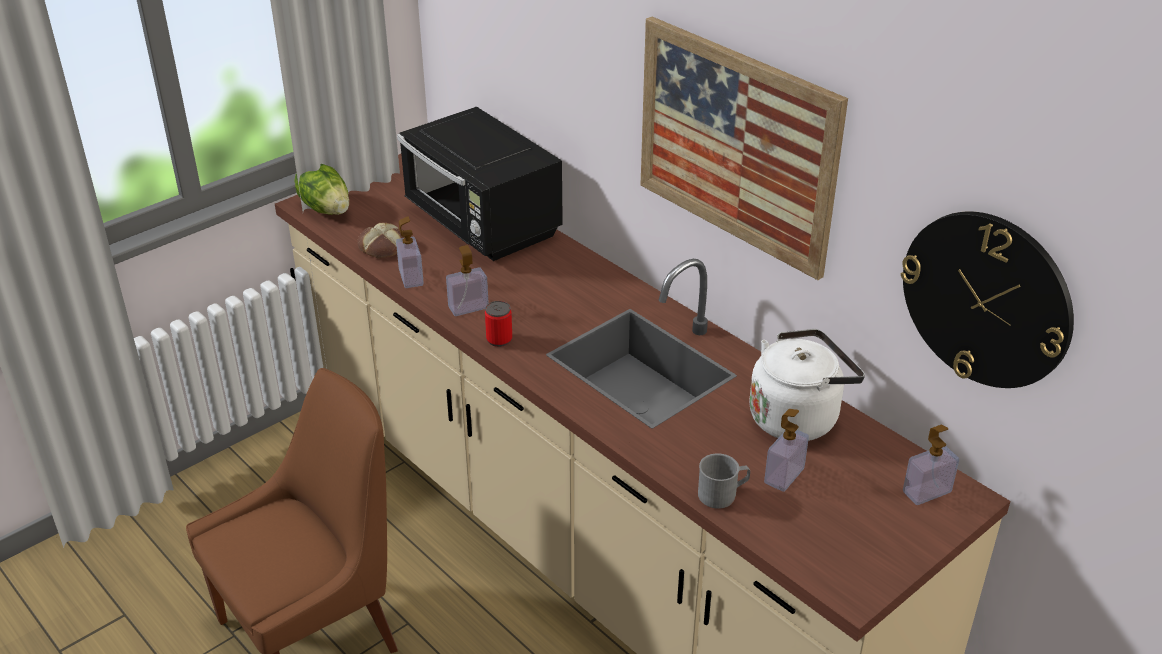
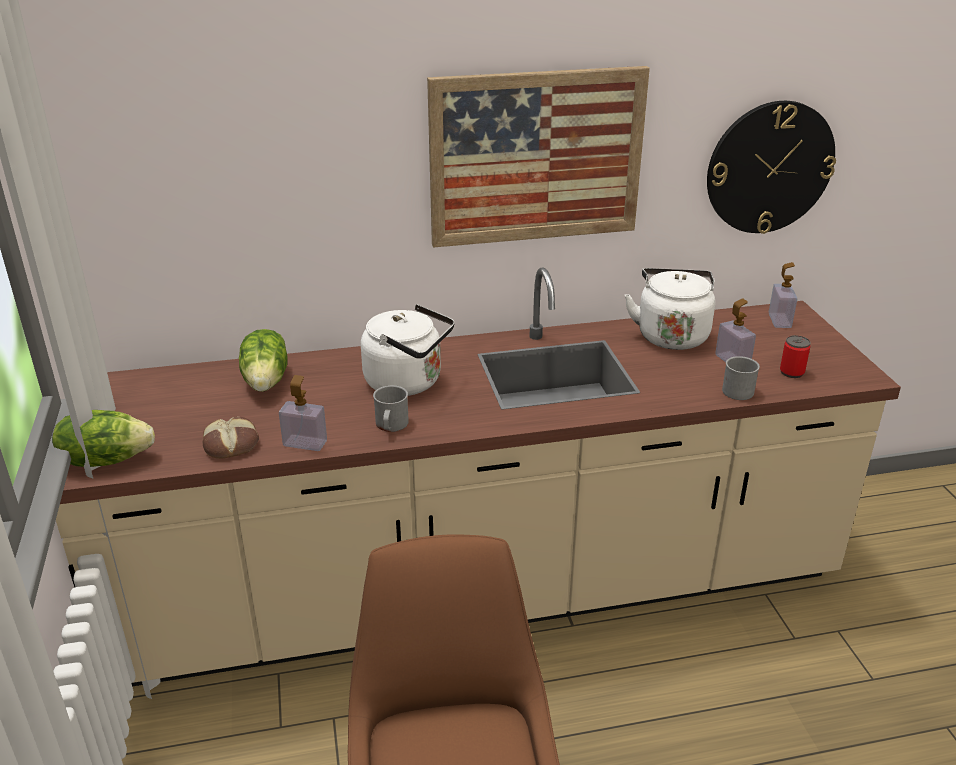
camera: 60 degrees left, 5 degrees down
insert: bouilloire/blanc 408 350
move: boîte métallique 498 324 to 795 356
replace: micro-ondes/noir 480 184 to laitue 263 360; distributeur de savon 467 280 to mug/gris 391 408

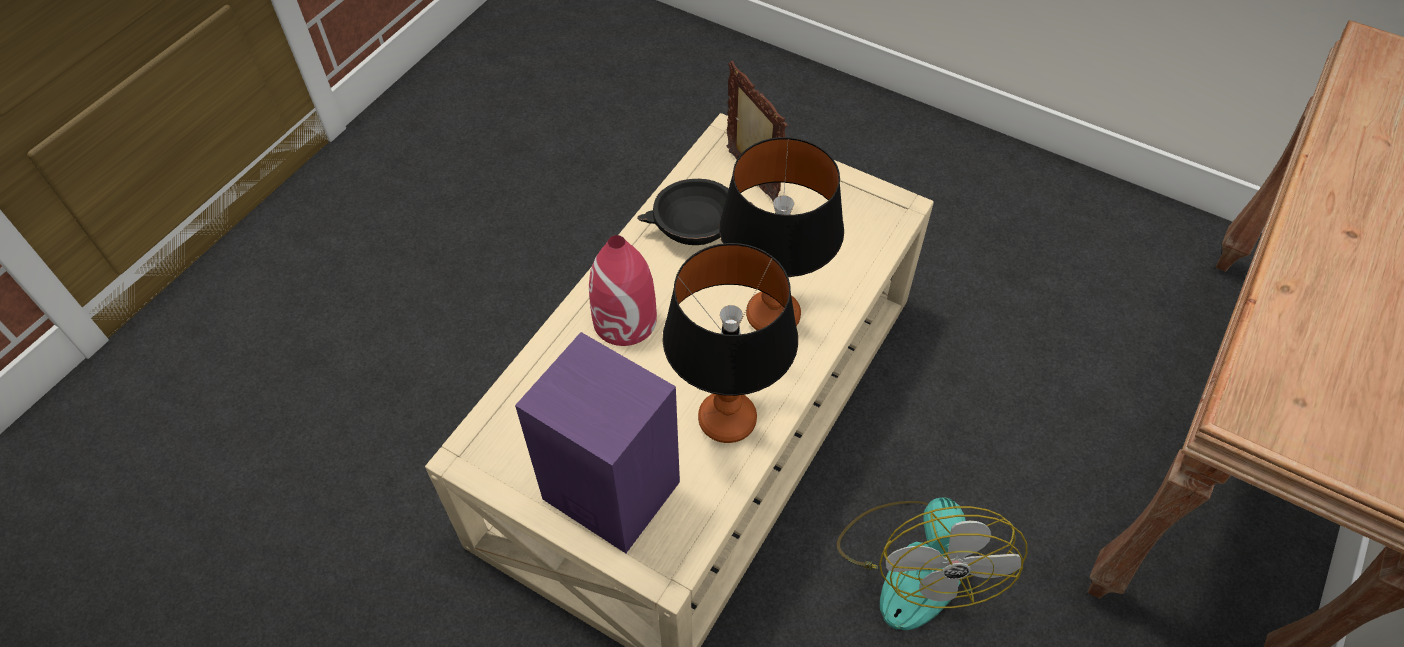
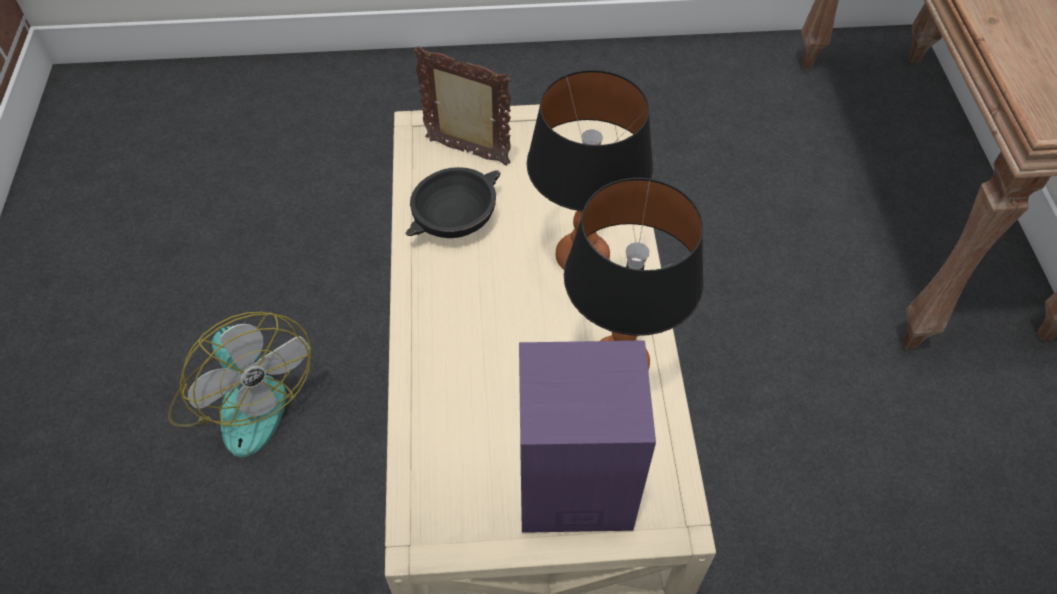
camera: 35 degrees left, 0 degrees up
delete: vase/rouge 623 290
move: ventilateur 932 563 to 239 385

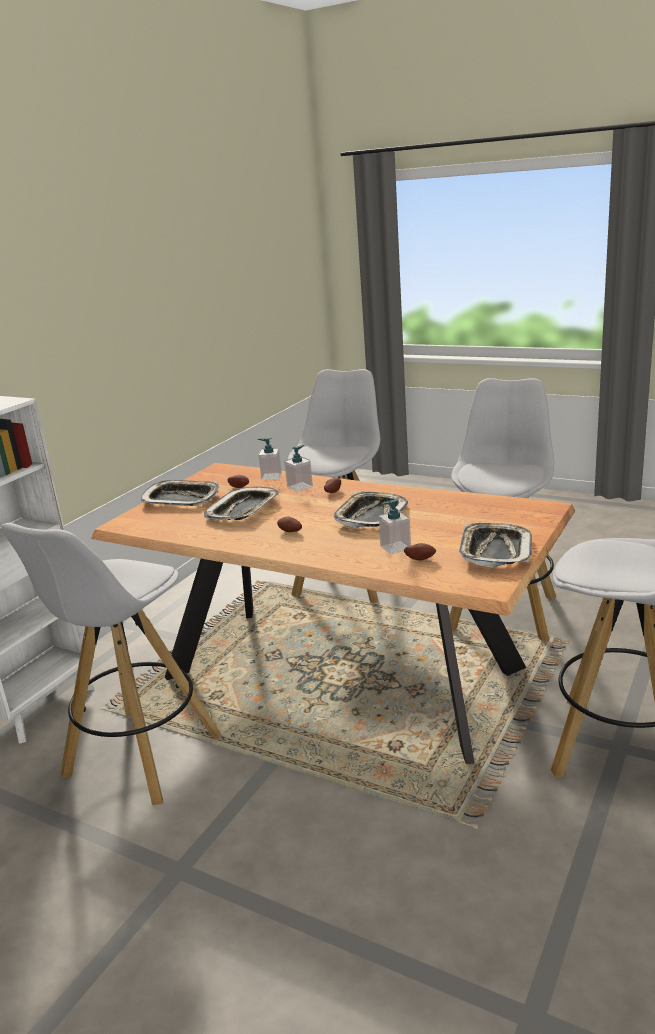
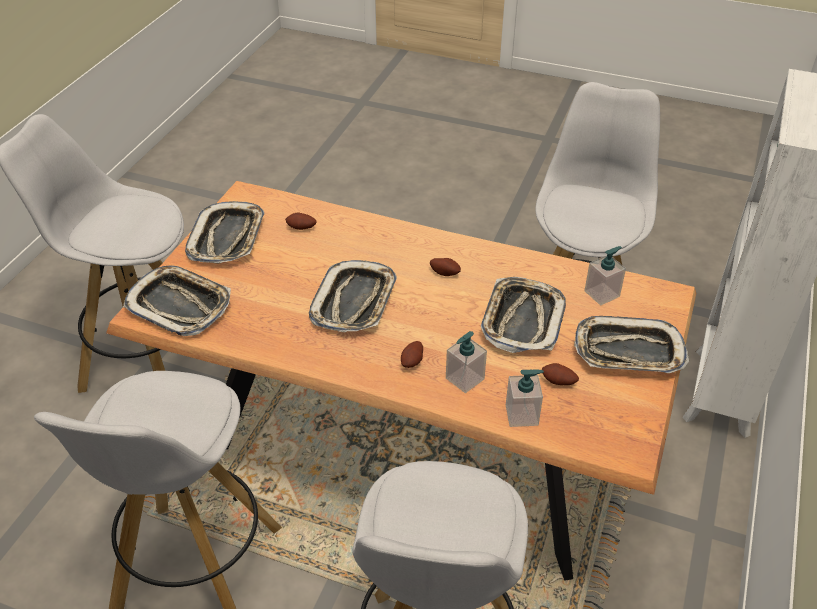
camera: 170 degrees right, 20 degrees up
insert: plateau 177 301
move: distributeur de savon 394 526 to 605 275

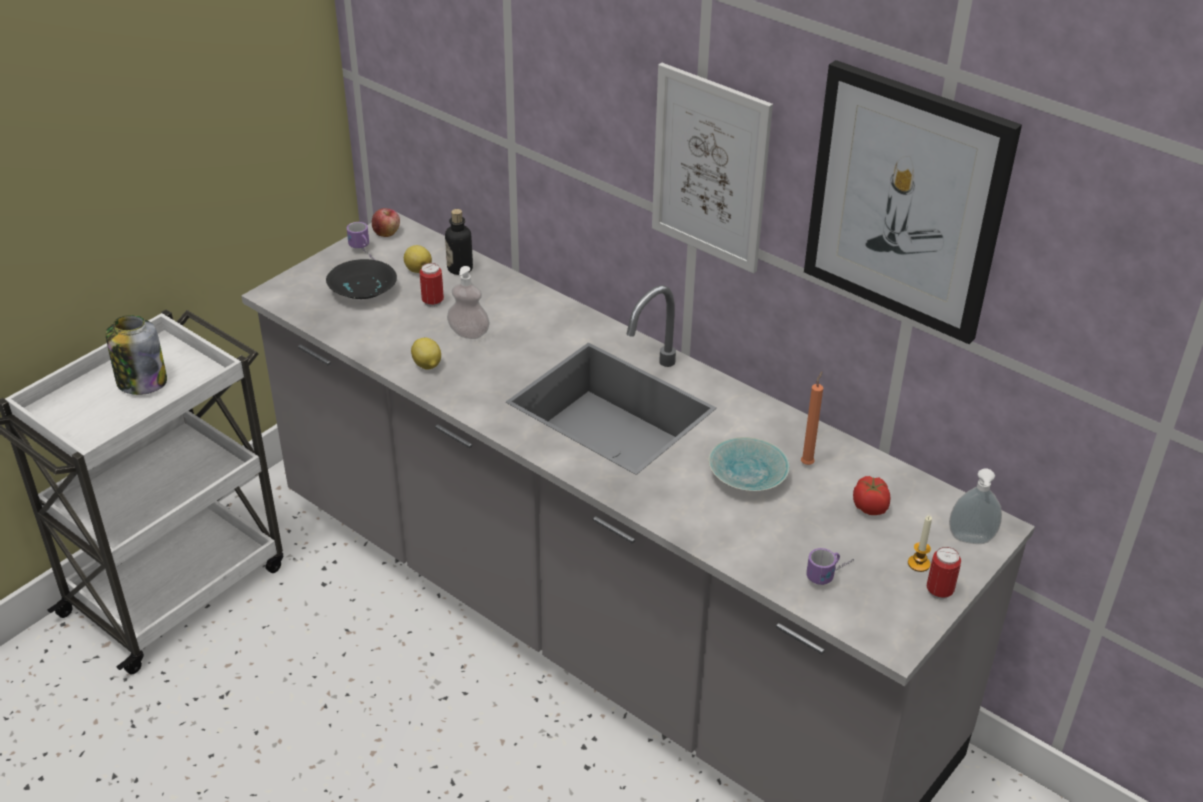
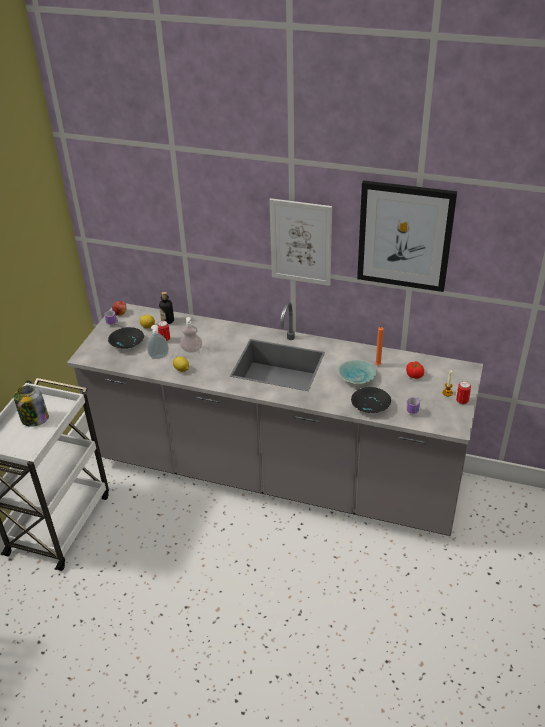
camera: 20 degrees left, 0 degrees up
insert: bol/noir 371 400
move: distributeur de savon 975 506 to 158 342

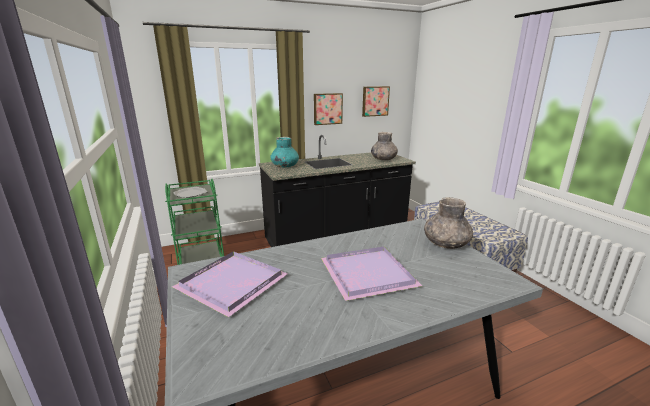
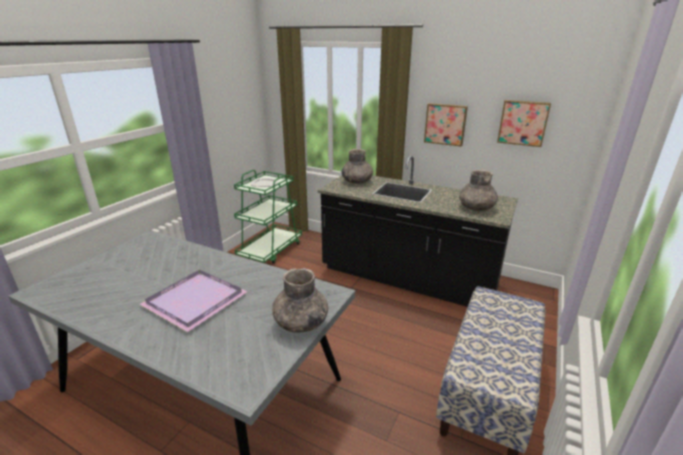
camera: 50 degrees right, 5 degrees up
delete: plateau/violet 230 284
recolor: vase/turquoise 284 152 to vase/gris 357 166

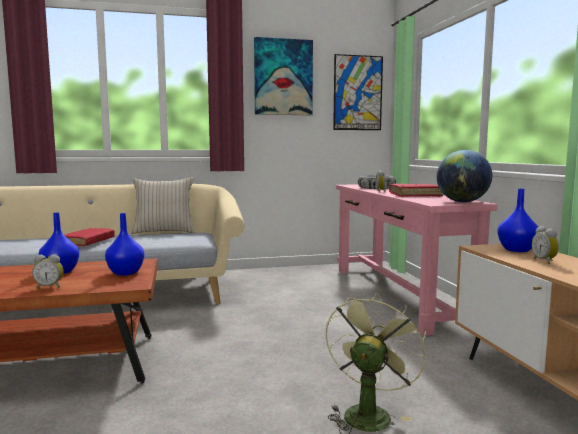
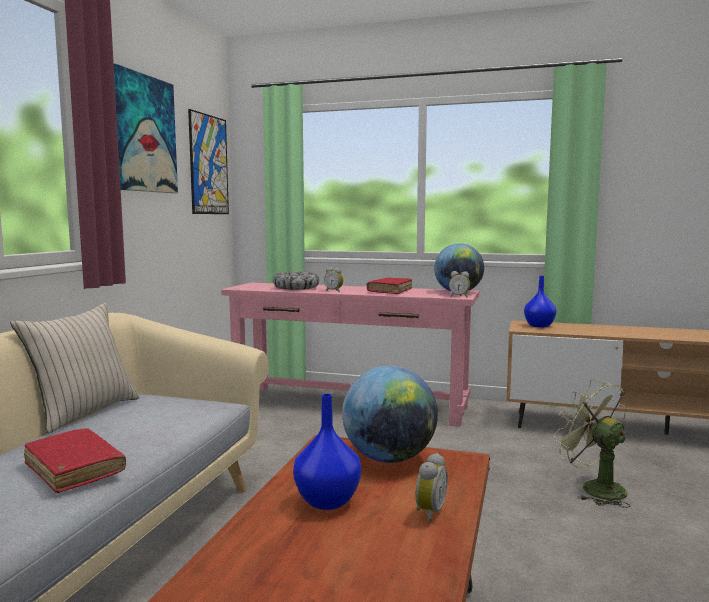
camera: 60 degrees left, 0 degrees up
move: réveil 545 245 to 459 284
replace: vase/bleu 124 244 to globe 390 414

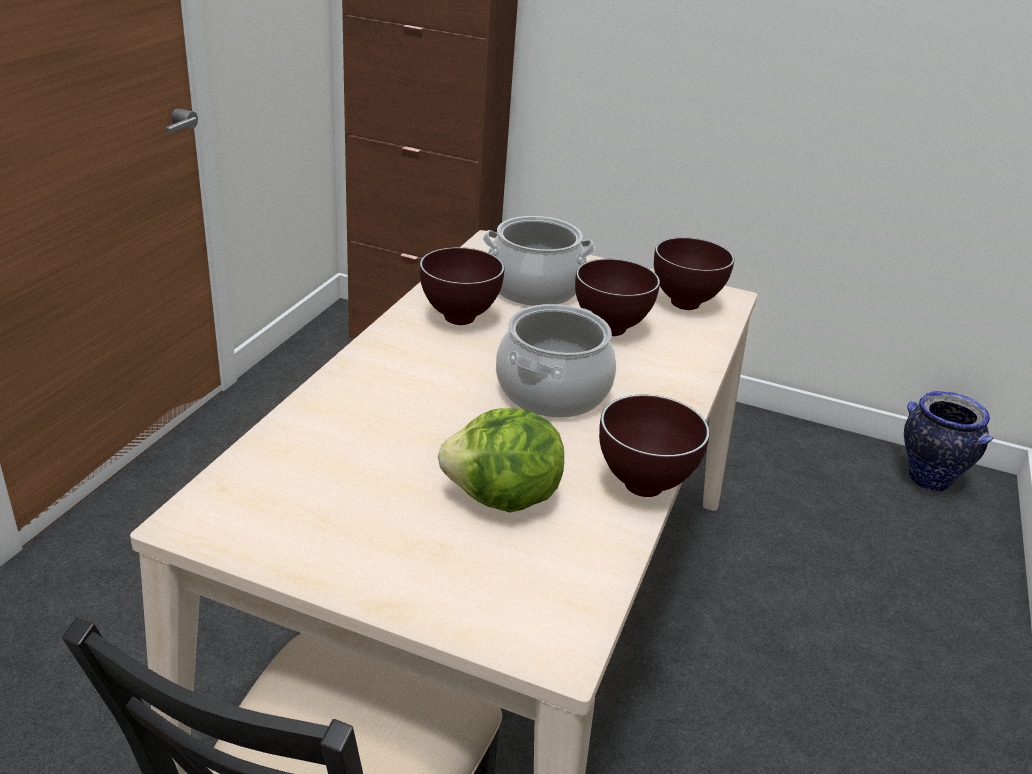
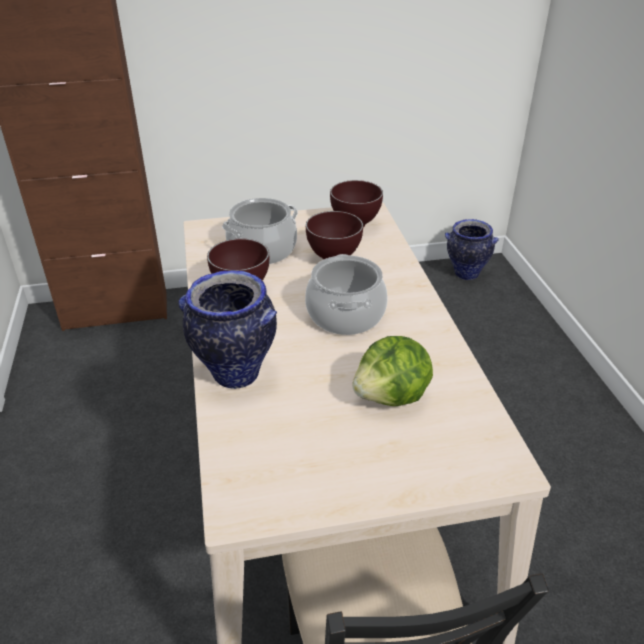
camera: 30 degrees left, 5 degrees up
delete: bol/marron 654 446
insert: vase 228 330

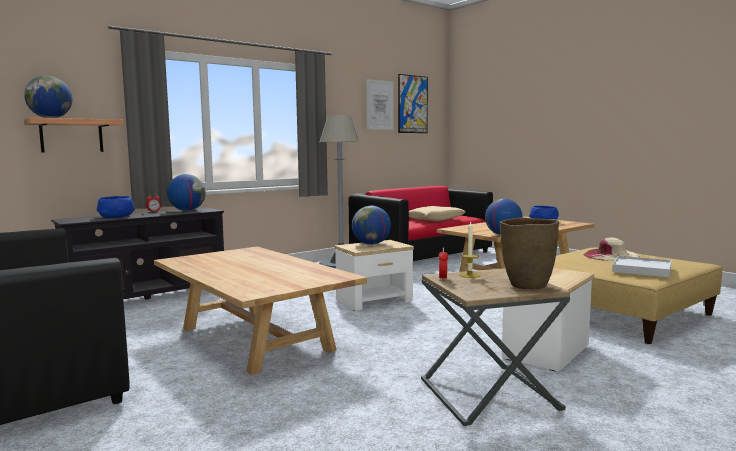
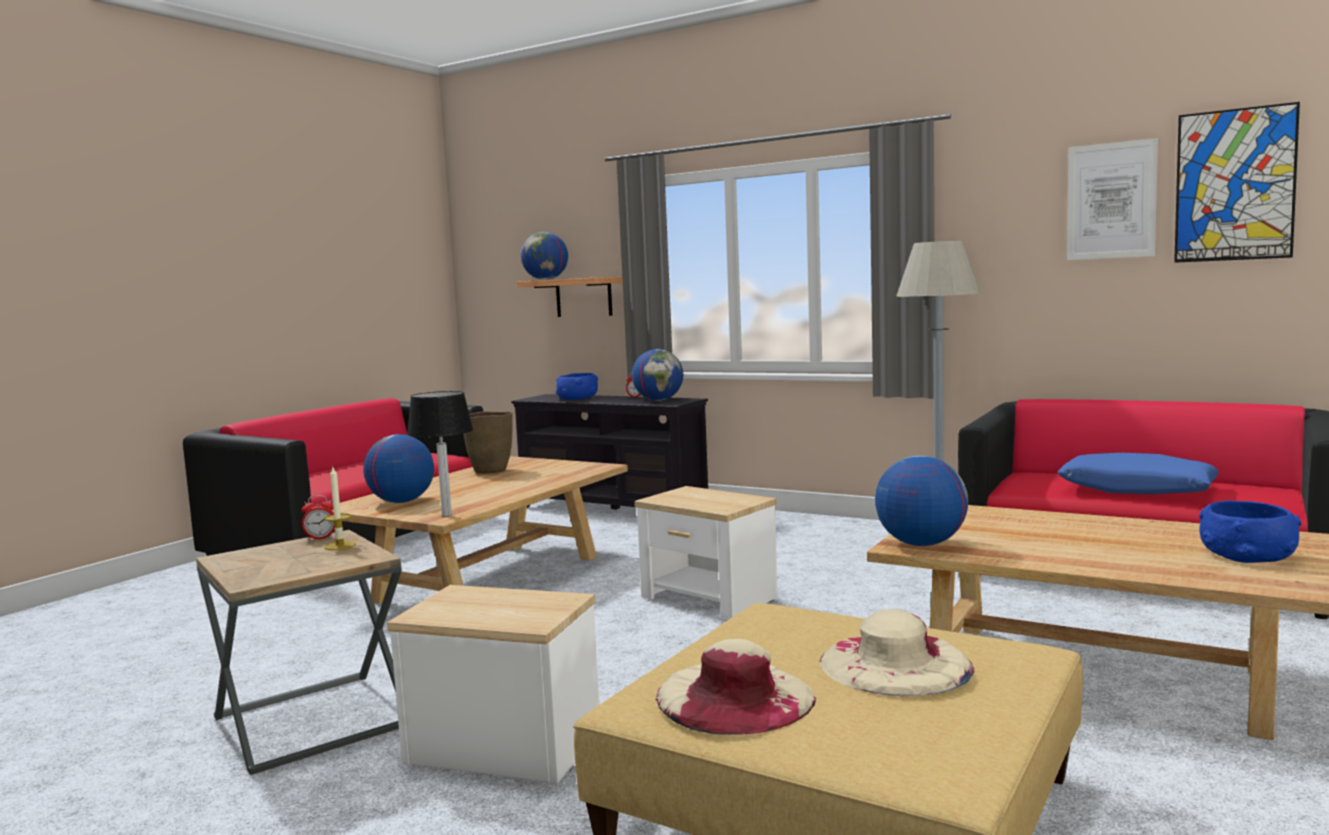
camera: 70 degrees right, 0 degrees up
insert: lampe de table 440 453
move: globe 371 225 to 398 468; vase/marron 529 253 to 488 442
replace: plateau/blanc 641 266 to chapeau/beige 736 687
recolor: coussin/beige 437 213 to coussin/bleu 1138 473

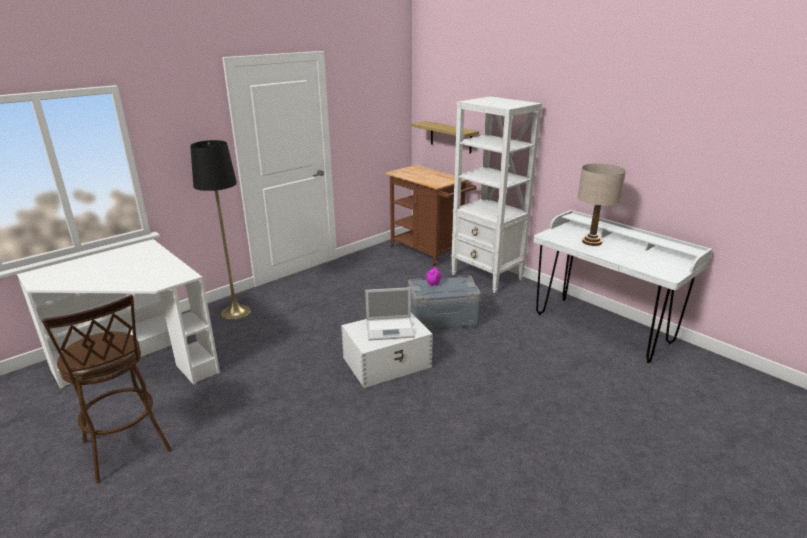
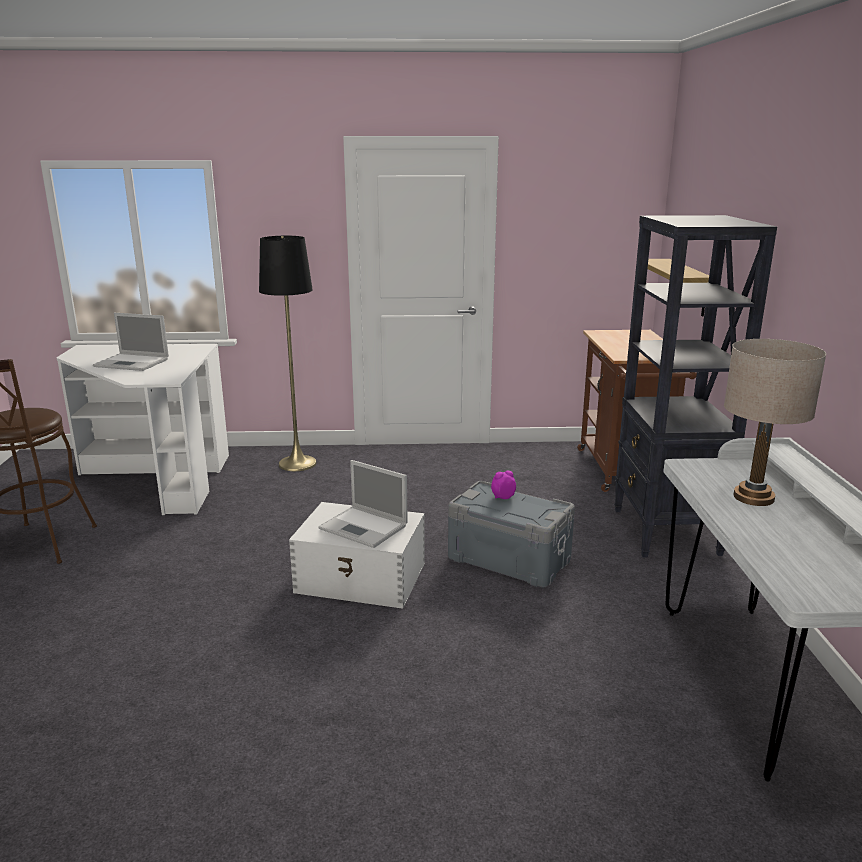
camera: 40 degrees right, 5 degrees down
insert: ordinateur portable 131 342
recolor: bibliothèque/blanc 496 194 to bibliothèque/noir 695 386

